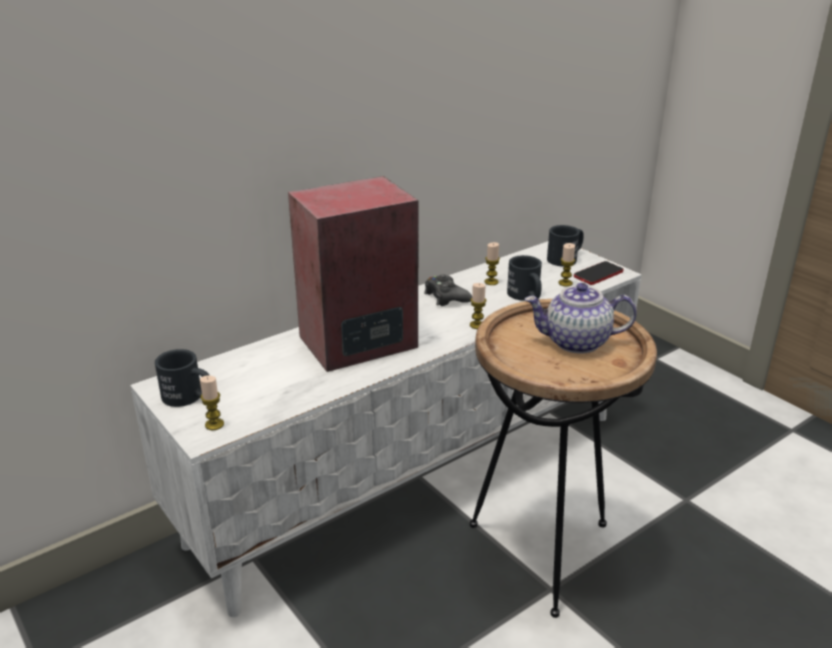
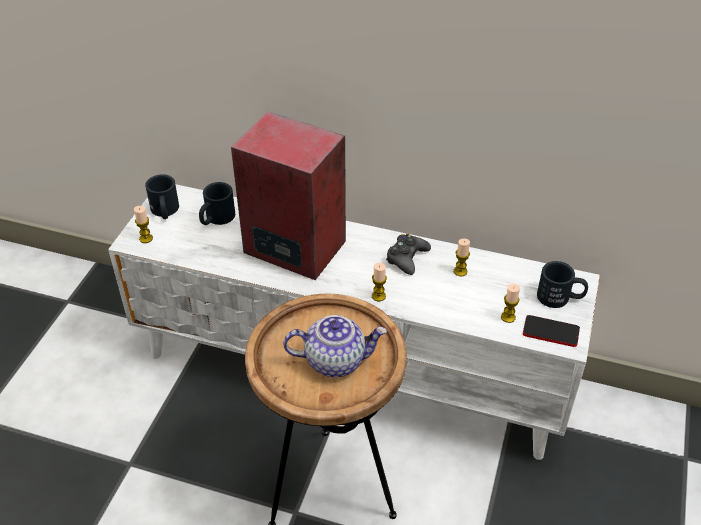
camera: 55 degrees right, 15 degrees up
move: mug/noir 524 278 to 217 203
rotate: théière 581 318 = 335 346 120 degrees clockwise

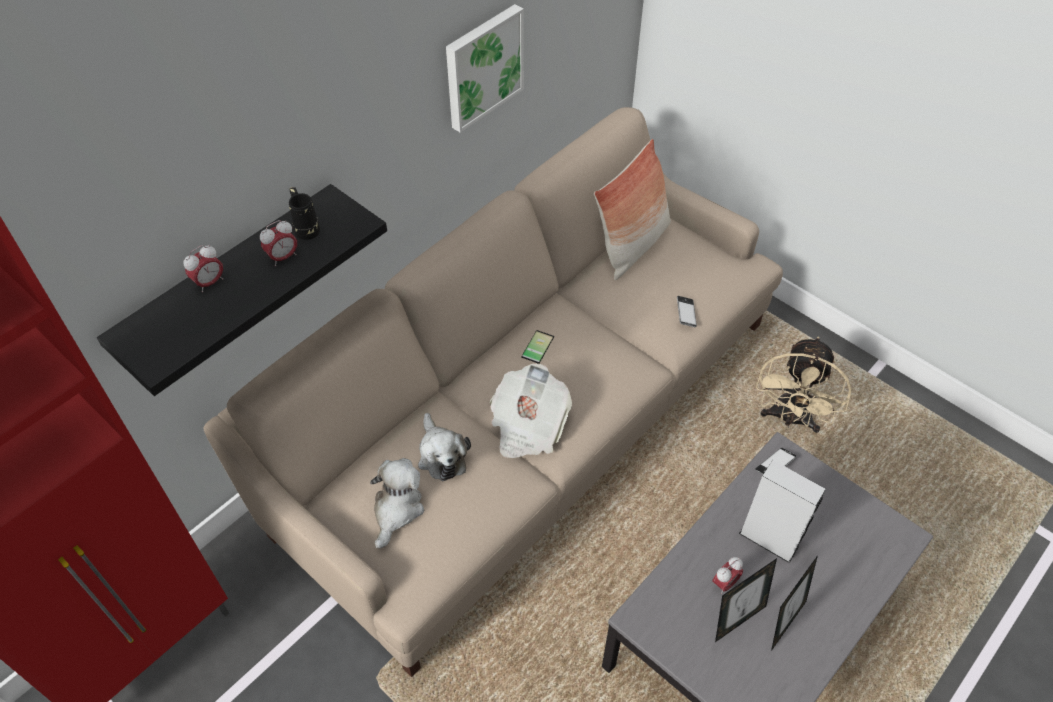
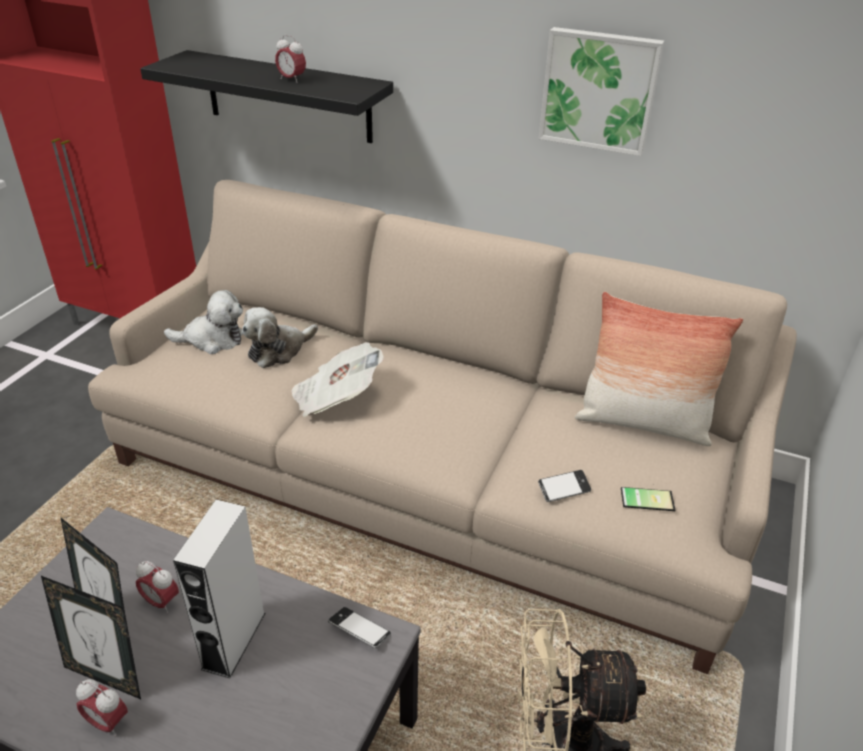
camera: 70 degrees right, 15 degrees down
delete: mug/noir 304 213
move: réveil 203 268 to 102 708; téléphone 537 347 to 648 499

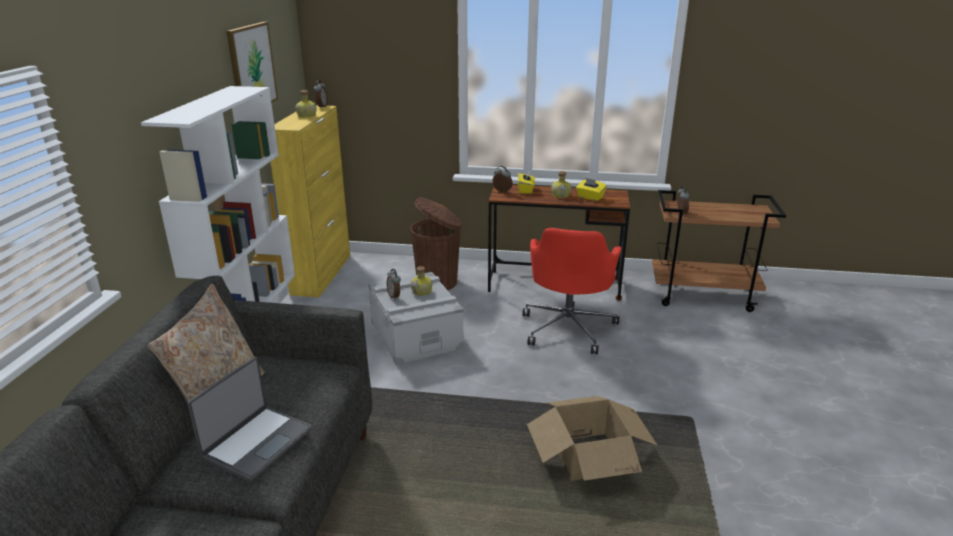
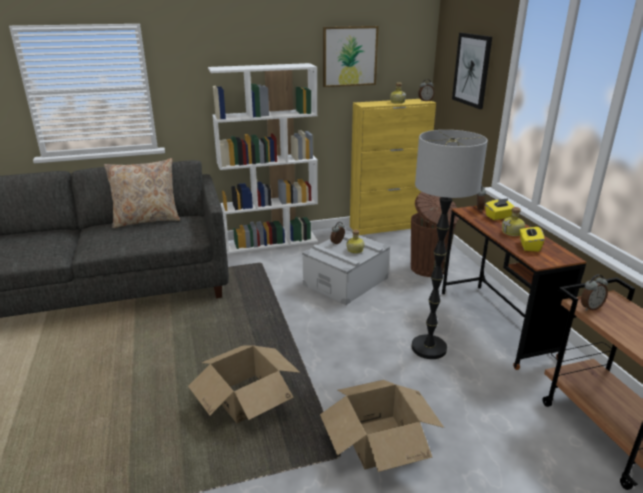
camera: 65 degrees right, 0 degrees up
delete: ordinateur portable 249 419
insert: carton 382 426; tableau 472 71
replace: chaise de bureau/rouge 571 291 to lampadaire 450 244

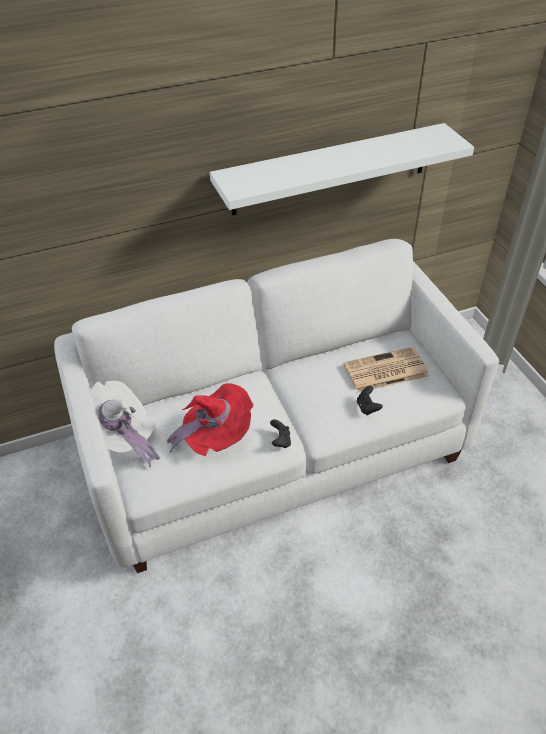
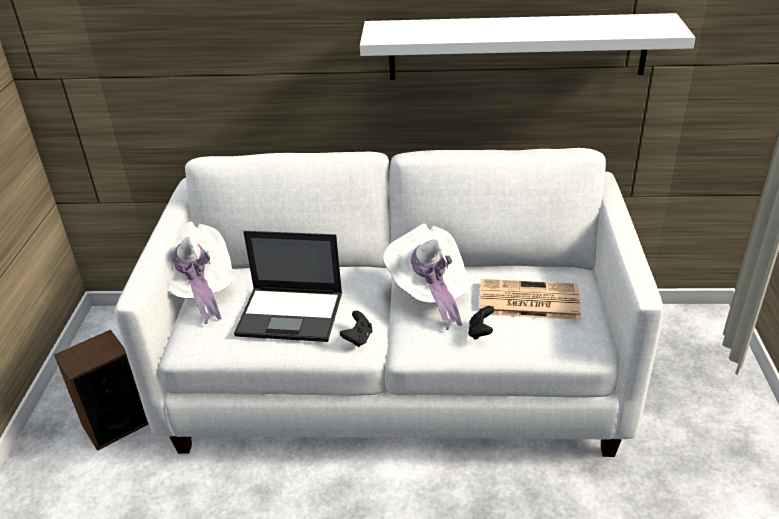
camera: 25 degrees right, 10 degrees down
insert: enceinte 101 390; chapeau/blanc 428 276
replace: chapeau/rouge 210 419 to ordinateur portable 288 286

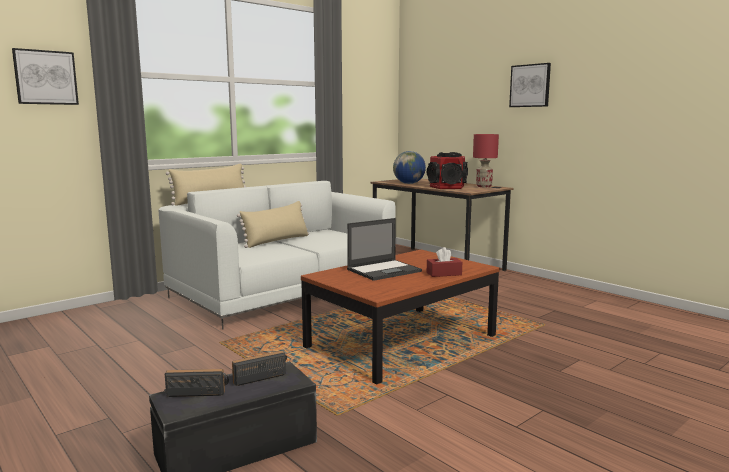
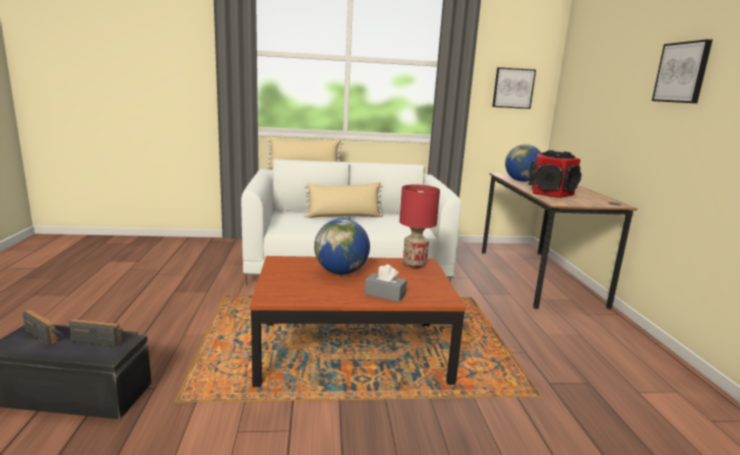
camera: 35 degrees right, 5 degrees up
move: tableau 45 76 to 514 88; lampe de table/rouge 486 160 to 419 226
replace: ordinateur portable 384 249 to globe 342 247
recolor: boîte à mouchoirs/rouge 444 262 to boîte à mouchoirs/gris 386 283

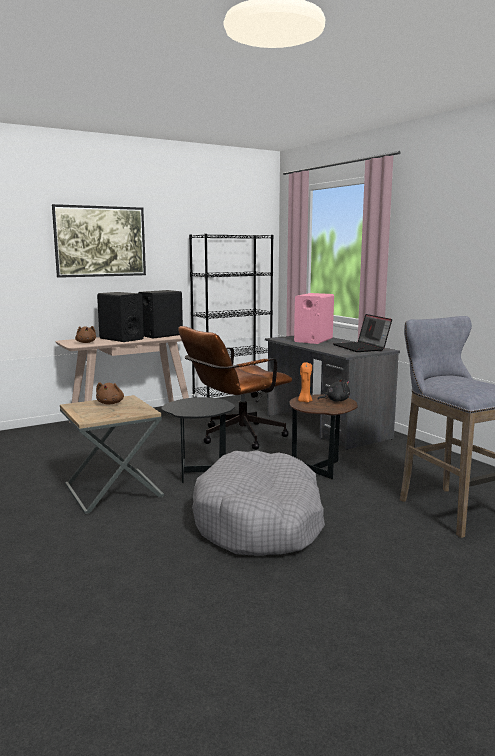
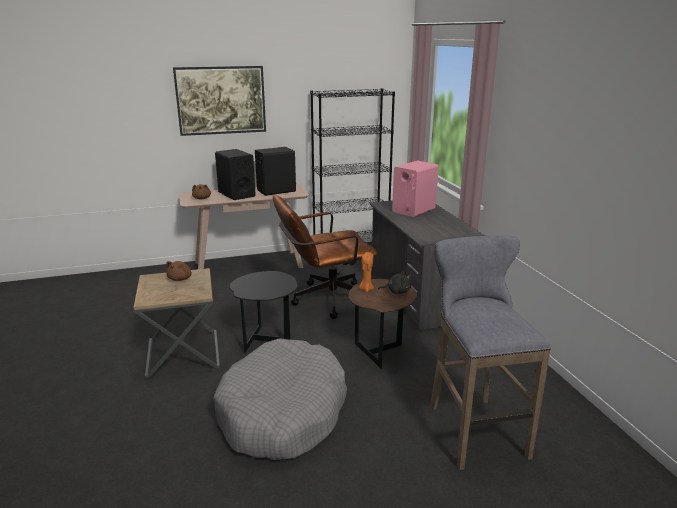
camera: 15 degrees right, 10 degrees up
delete: ordinateur portable 362 333

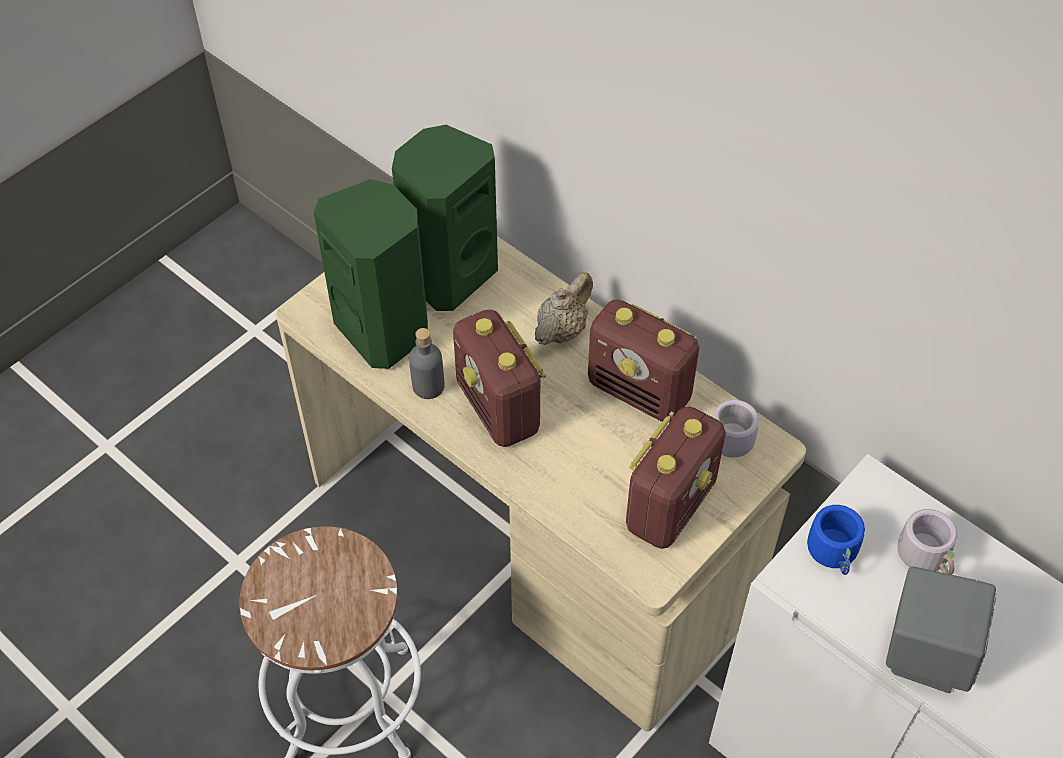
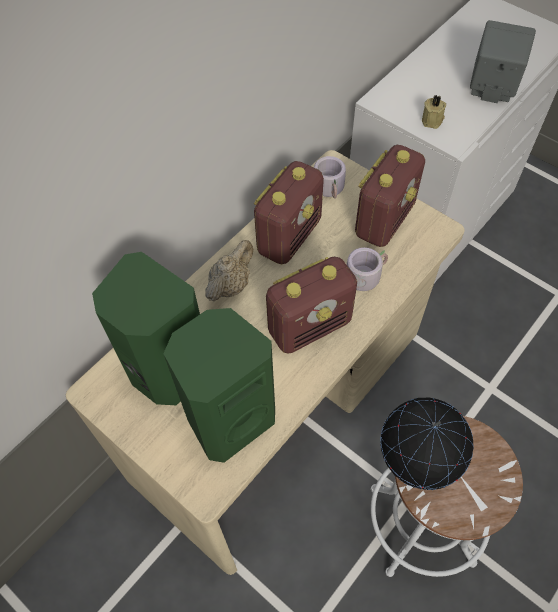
camera: 90 degrees left, 5 degrees up
delete: bouteille/gris 427 363
insert: globe 427 444
move: mug/gris 927 542 to 367 269
replace: mug/bleu 836 540 to bougie/beige 434 112
rotate: théière/beige 564 308 = 229 270 90 degrees clockwise; radio 676 478 = 390 196 90 degrees clockwise

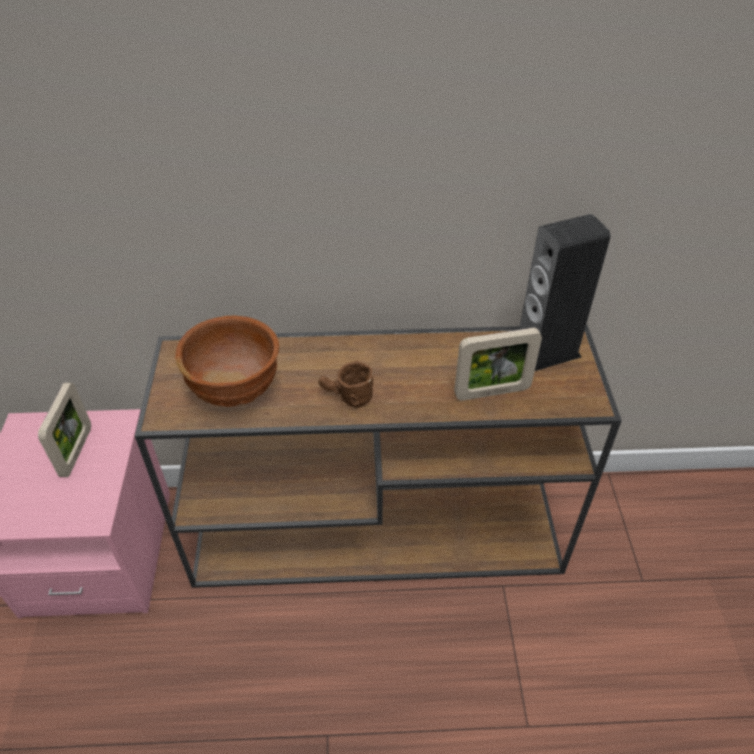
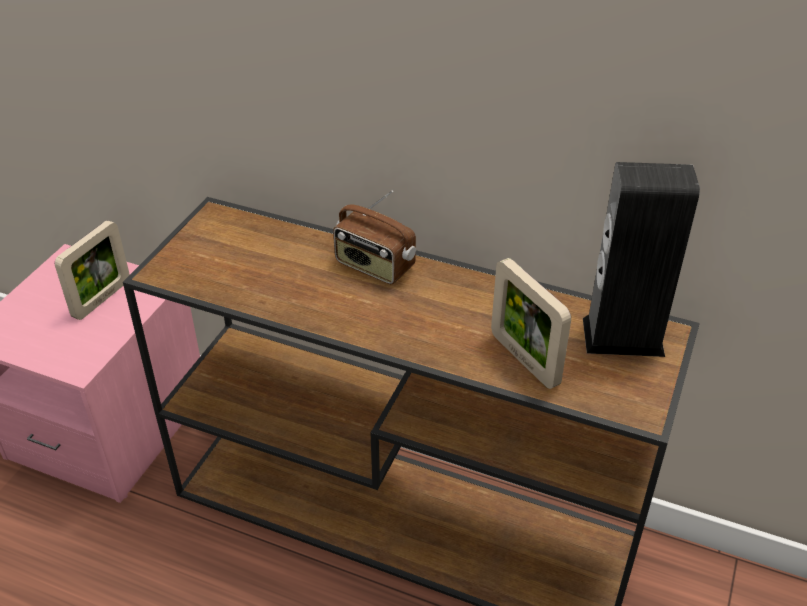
camera: 25 degrees right, 5 degrees down
delete: bol/marron 227 361; mug/marron 346 384
insert: radio 374 237
rotate: cadre photo 498 364 = 531 323 45 degrees clockwise

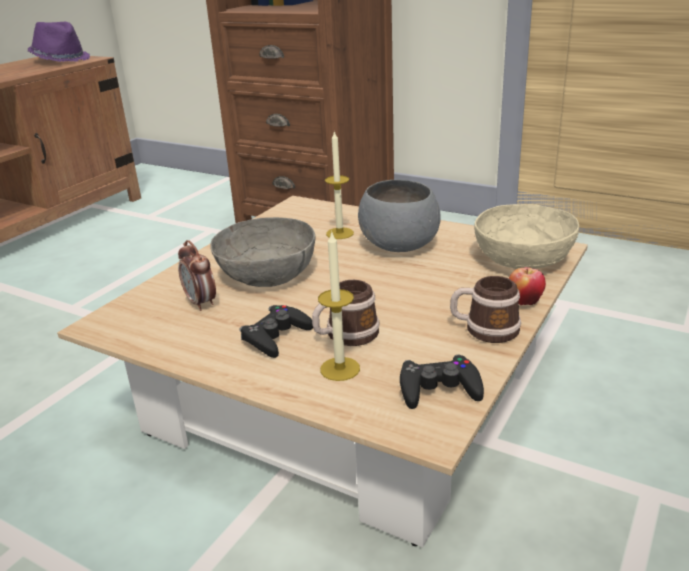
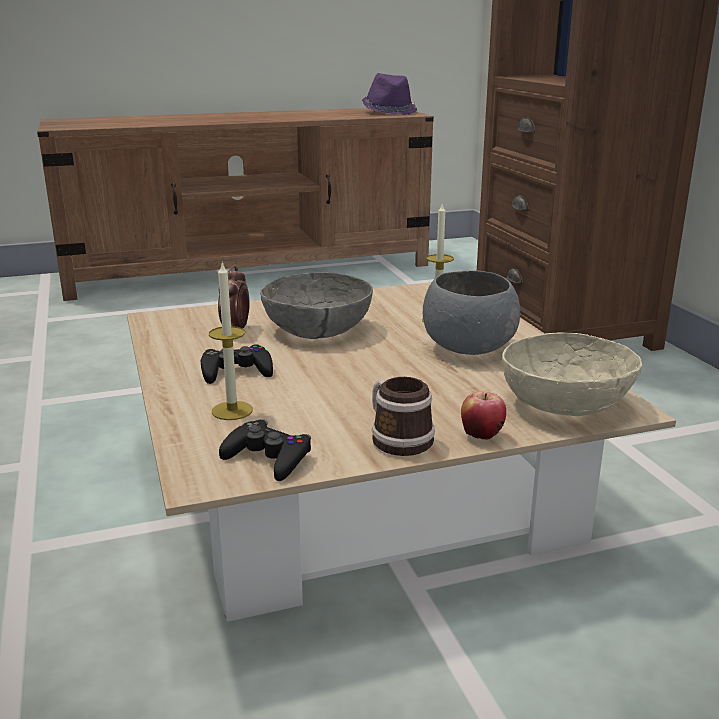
camera: 40 degrees right, 5 degrees down
delete: mug 346 313

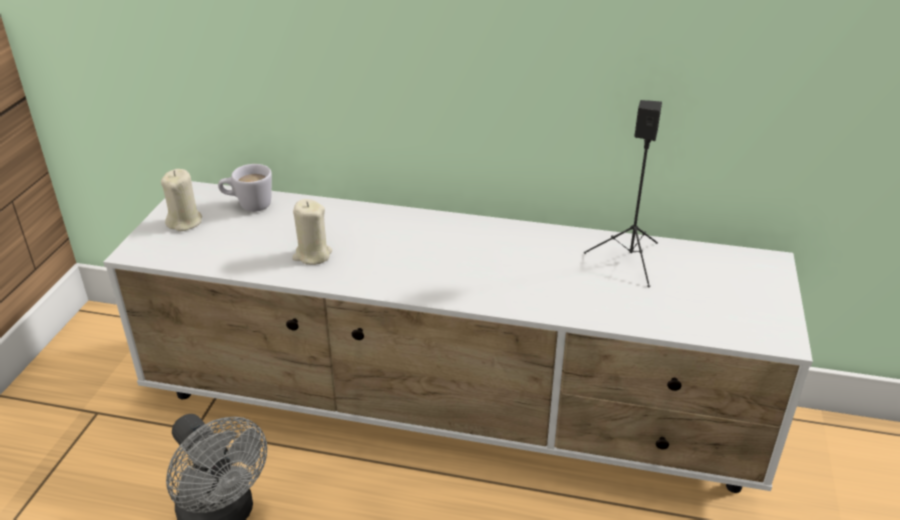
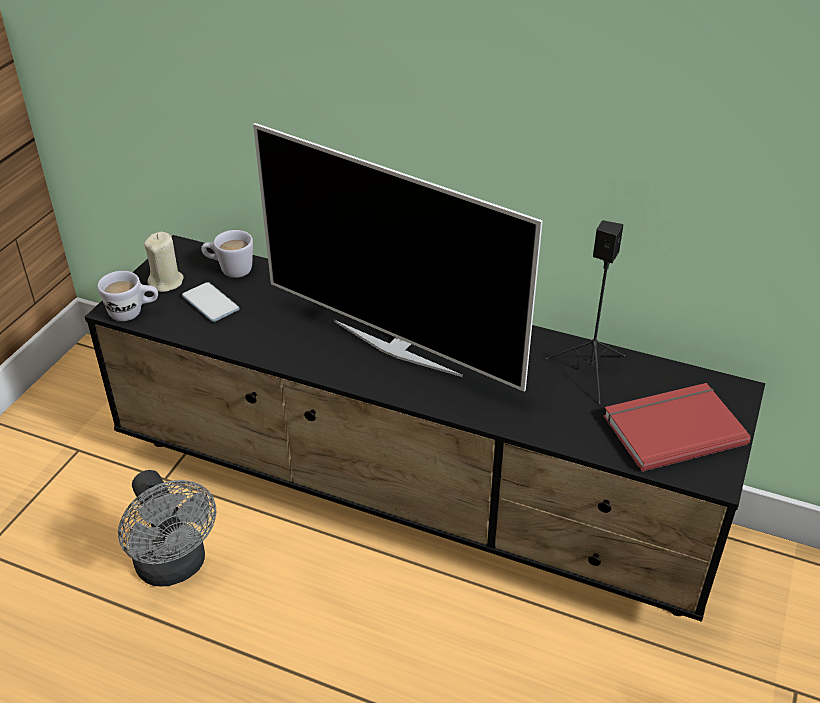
camera: 10 degrees right, 5 degrees up
delete: bougie/beige 312 232
insert: mug/blanc 127 296; téléphone 211 302; téléviseur 398 257; livre/rouge 677 427
recolor: meuble télé/blanc 458 337 to meuble télé/noir 425 428

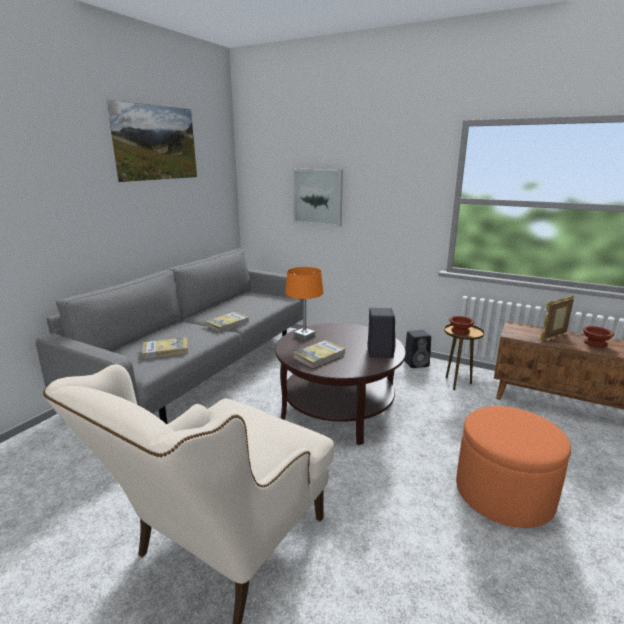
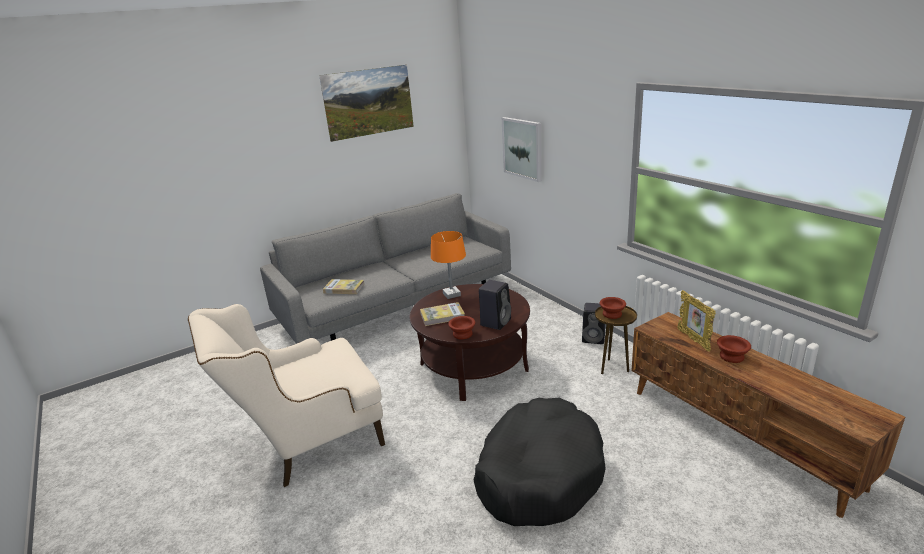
camera: 30 degrees right, 5 degrees up
delete: livre 227 322
insert: bol/marron 461 327
replace: pouf/orange 513 467 to panier pour chien/noir 539 462
rotate: cadre photo 557 318 = 696 321 105 degrees counterclockwise

